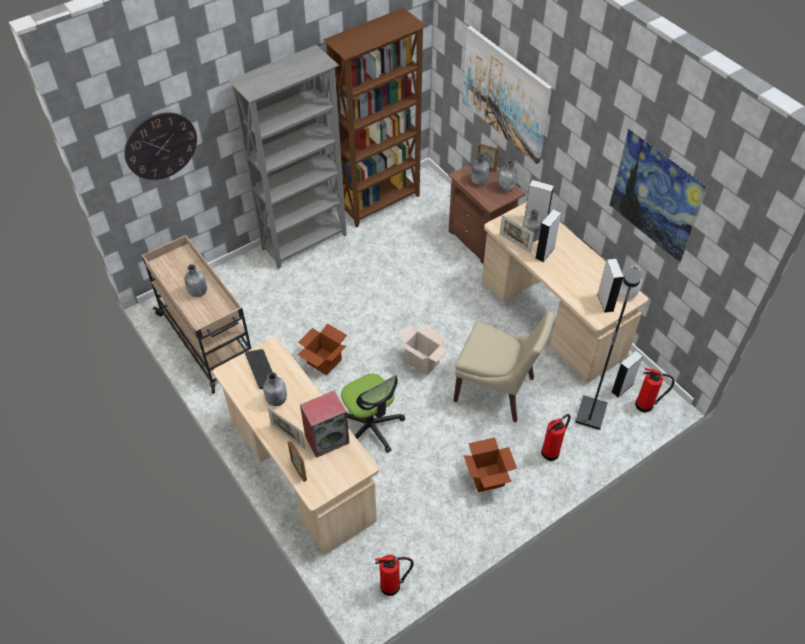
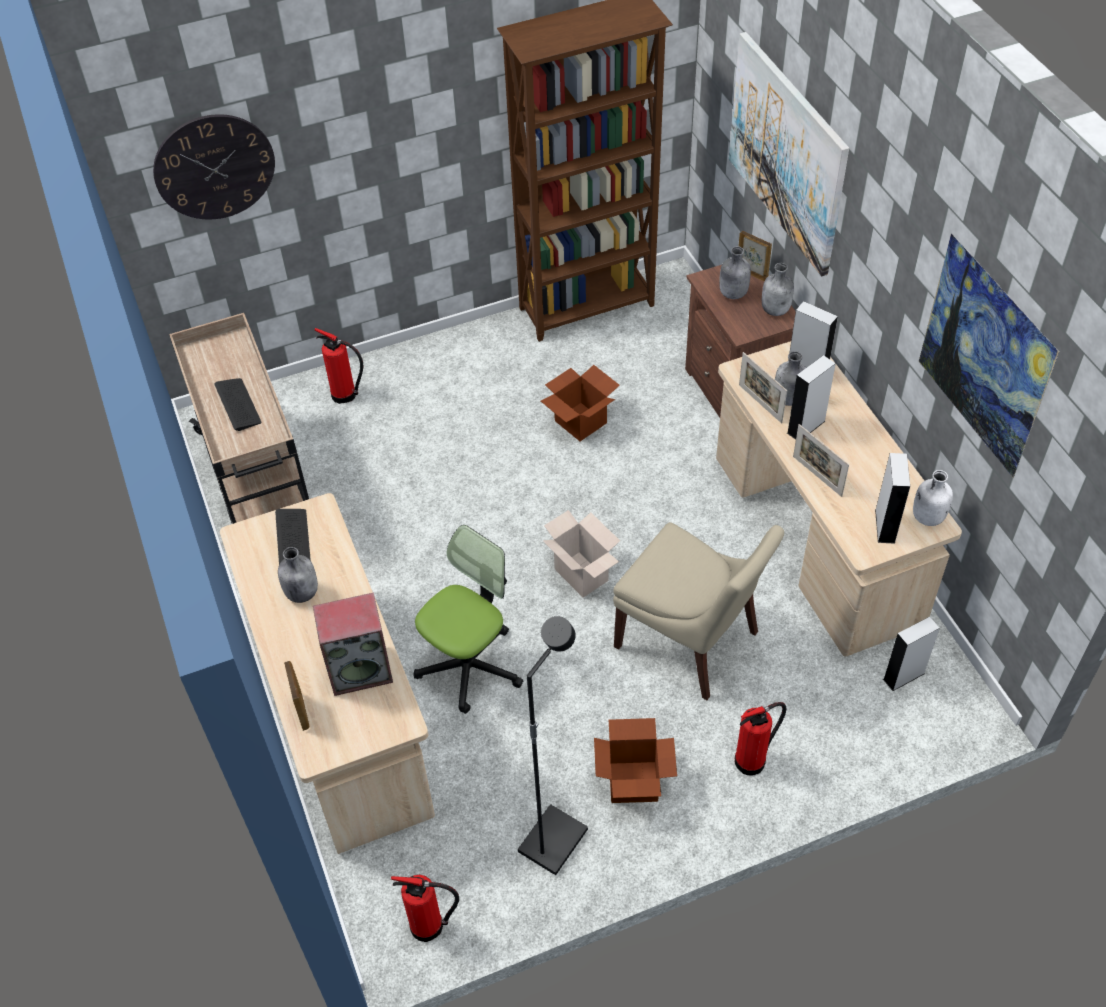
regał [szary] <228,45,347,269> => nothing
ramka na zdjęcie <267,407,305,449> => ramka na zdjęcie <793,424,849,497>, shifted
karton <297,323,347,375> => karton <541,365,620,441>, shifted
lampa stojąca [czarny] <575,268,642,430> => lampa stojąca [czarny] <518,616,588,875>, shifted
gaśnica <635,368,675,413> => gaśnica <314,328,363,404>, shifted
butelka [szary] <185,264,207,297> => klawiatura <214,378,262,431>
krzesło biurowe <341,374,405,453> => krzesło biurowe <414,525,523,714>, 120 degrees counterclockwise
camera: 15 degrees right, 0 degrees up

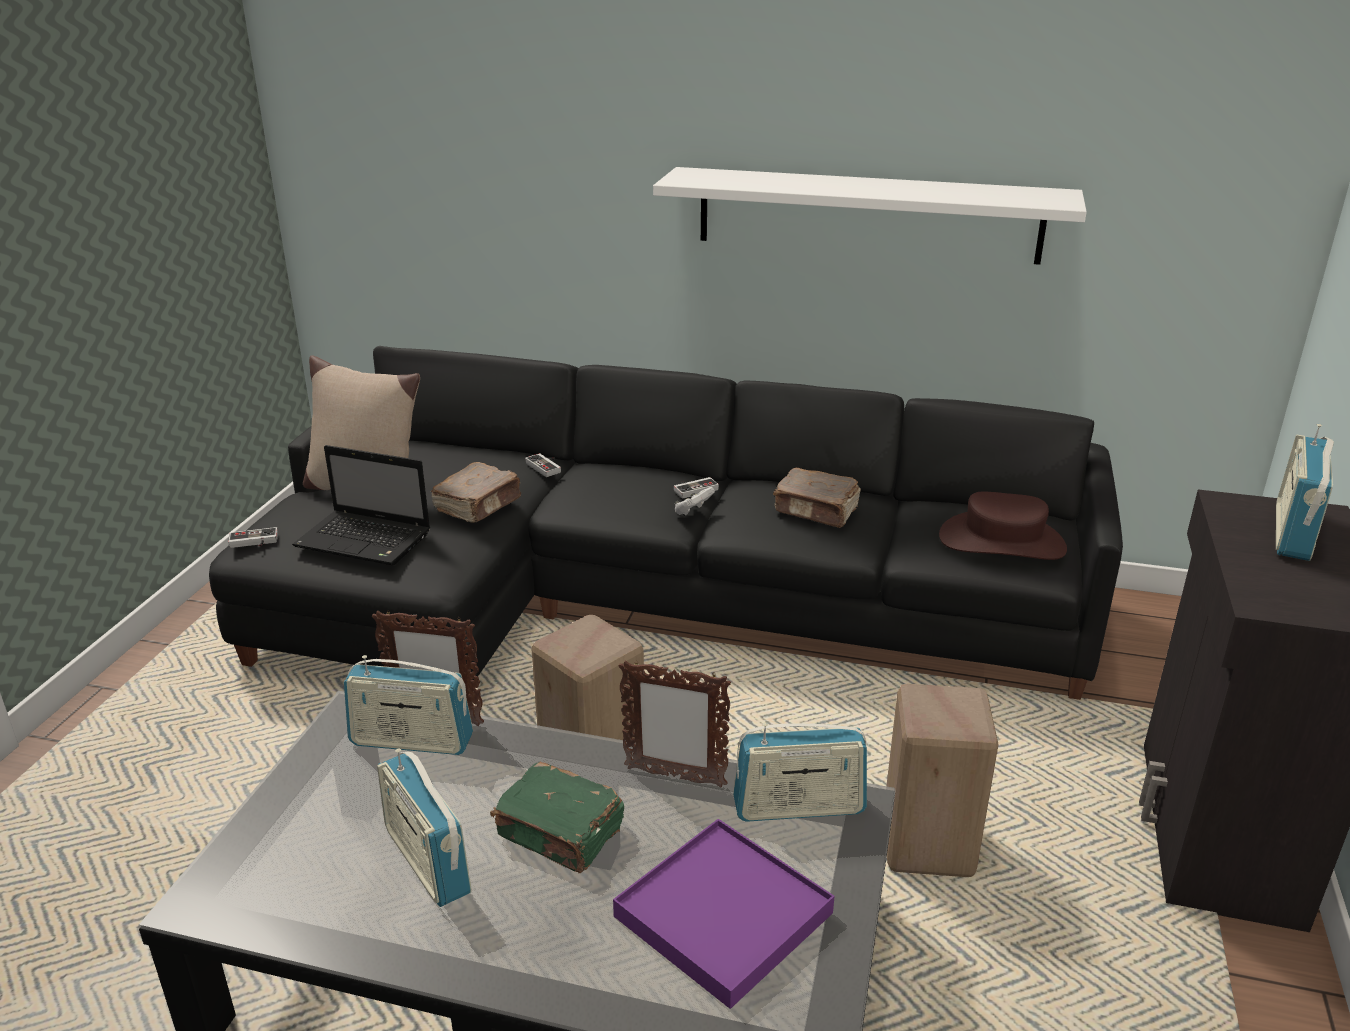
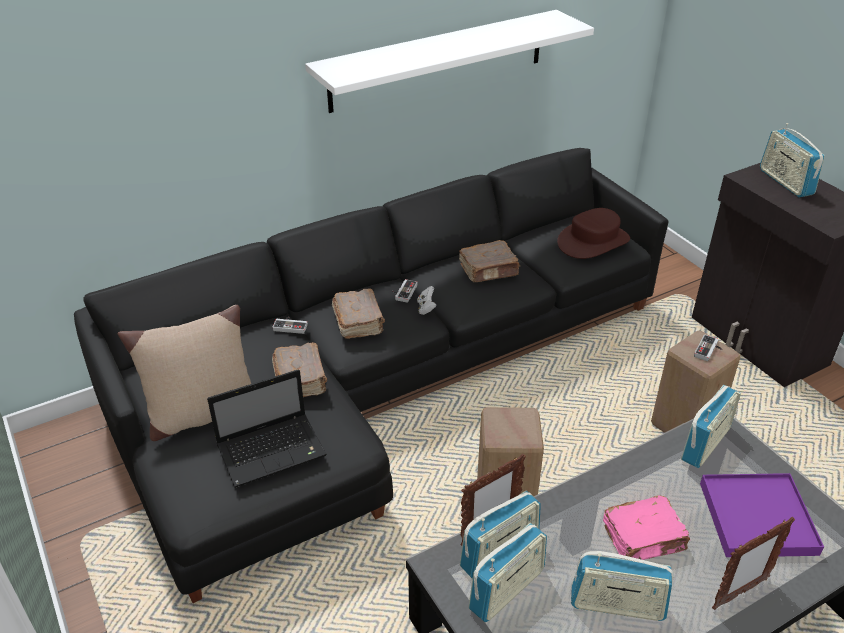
nothing => książka [brązowy] <332,288,385,339>
nothing => radio <468,523,547,622>
pad do gier <228,527,278,548> => pad do gier <694,334,722,361>, shifted
ramka na zdjęcie <618,660,731,788> => ramka na zdjęcie <712,517,795,610>, shifted
książka [zielony] <490,762,624,873> => książka [różowy] <603,495,690,560>
camera: 45 degrees left, 10 degrees up

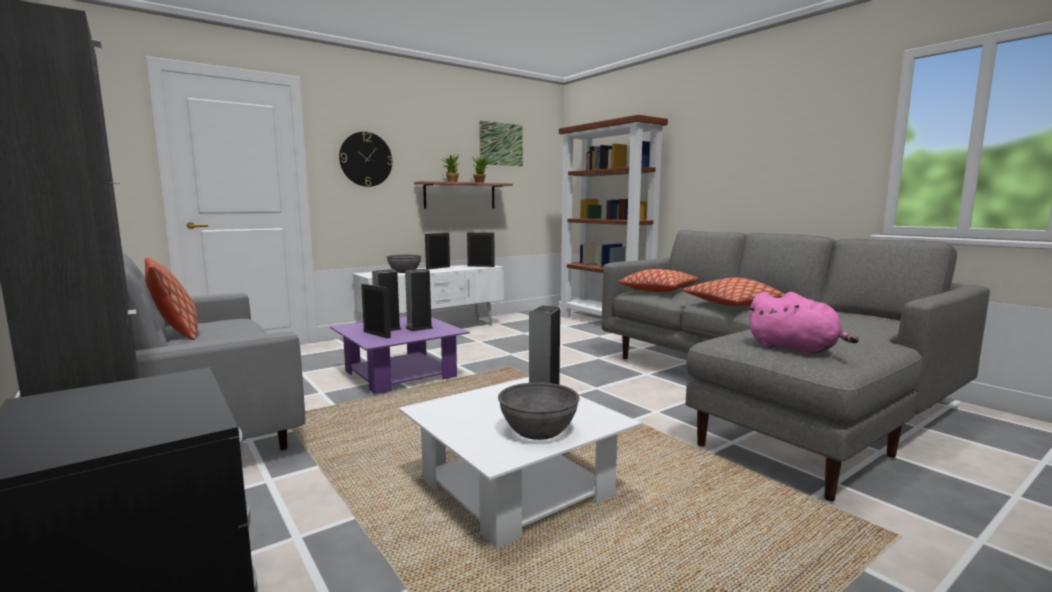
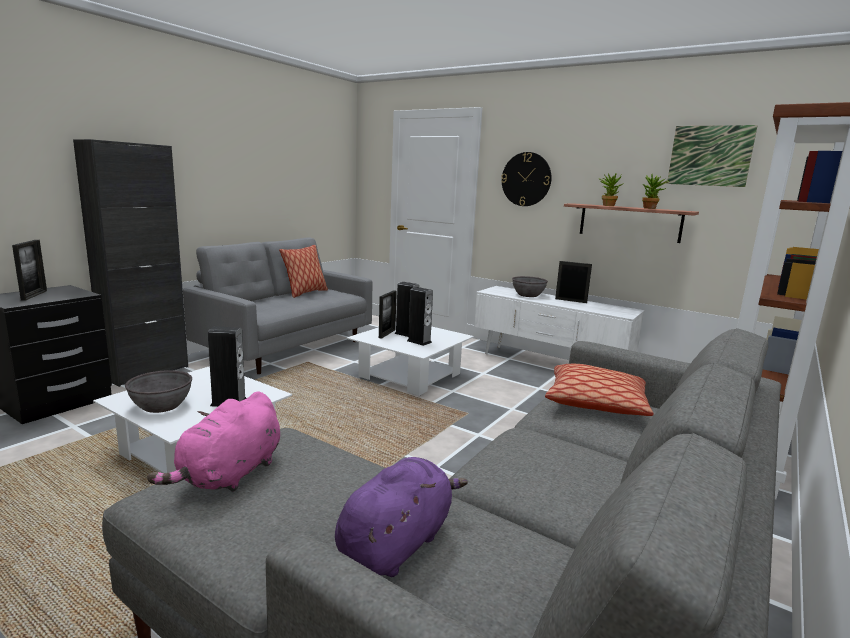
poduszka <683,277,784,306> => nothing
nothing => pluszak [fioletowy] <335,457,468,577>
ramka na zdjęcie <467,232,495,267> => ramka na zdjęcie <12,240,47,300>, shifted
ława [fioletowy] <330,316,470,394> => ława [biały] <347,326,474,396>
camera: 70 degrees right, 5 degrees up

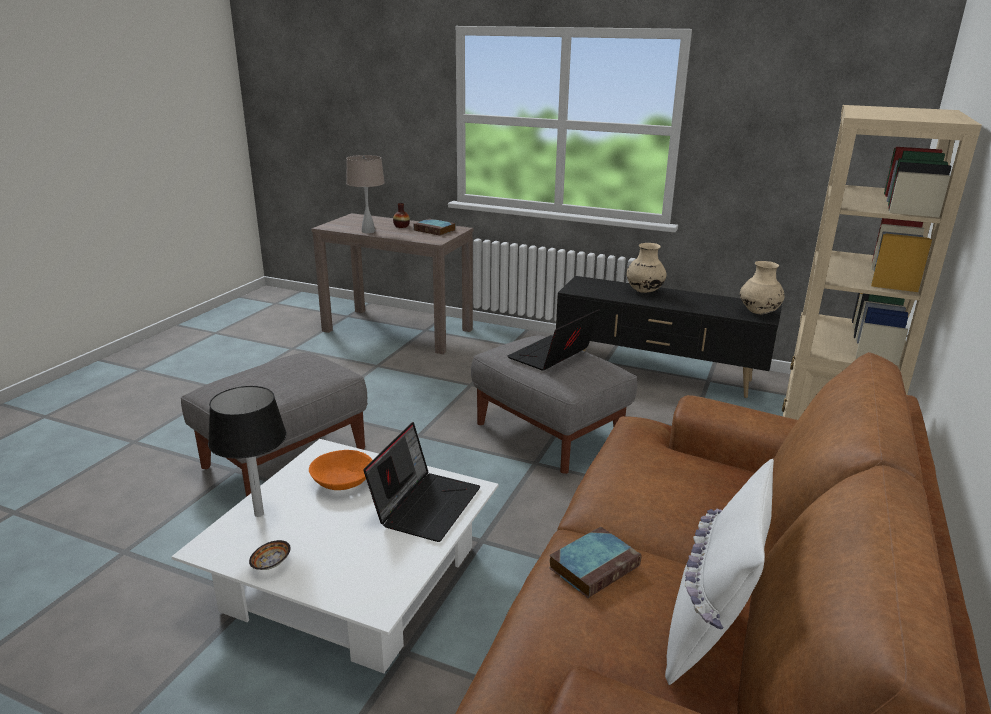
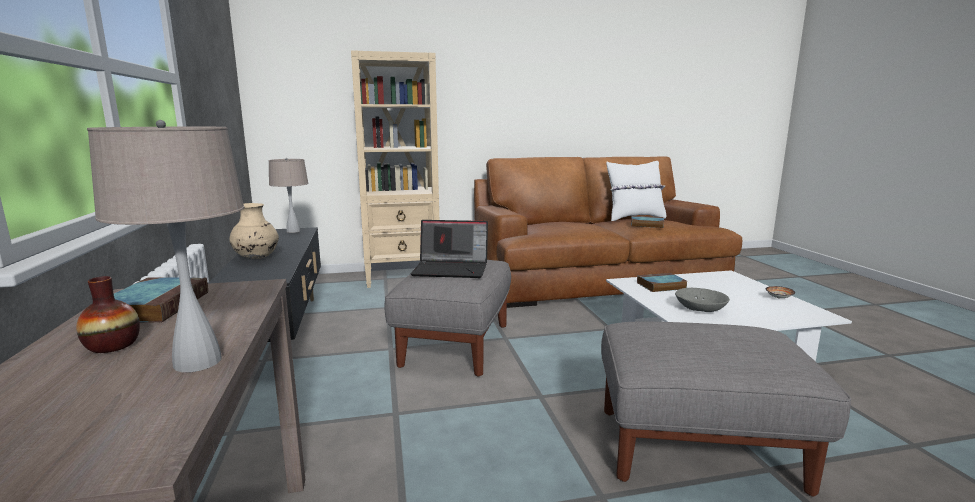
lampa stołowa [czarny] <208,386,287,517> => nothing
laptop <363,422,481,542> => książka <637,273,687,292>
wazon [beżowy] <740,261,785,314> => lampa stołowa [beżowy] <268,158,309,233>
miska [pomarańczowy] <309,450,372,490> => miska [szary] <675,288,730,312>
camera: 125 degrees left, 10 degrees down

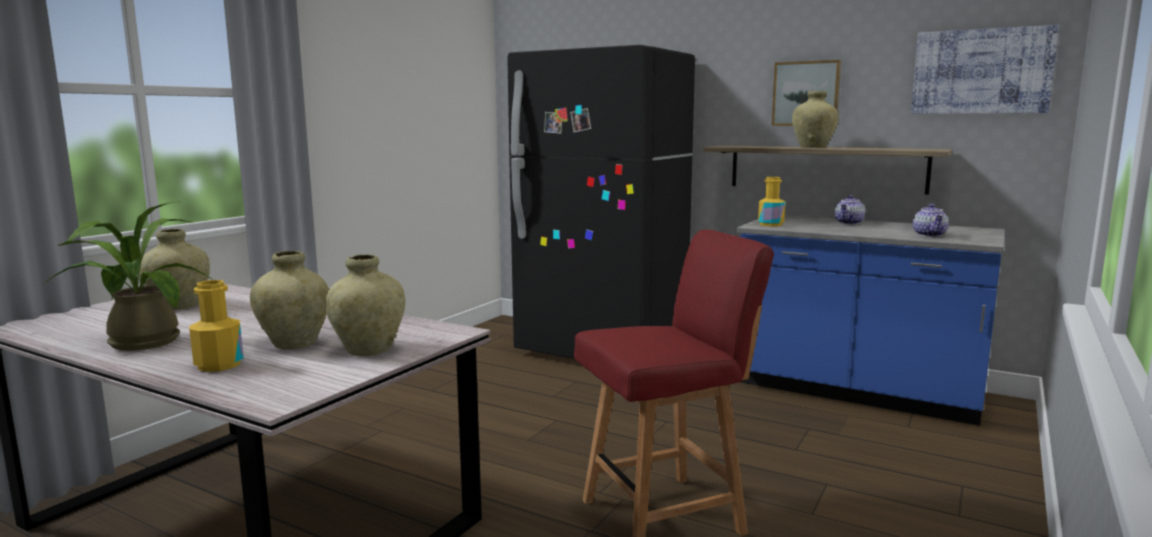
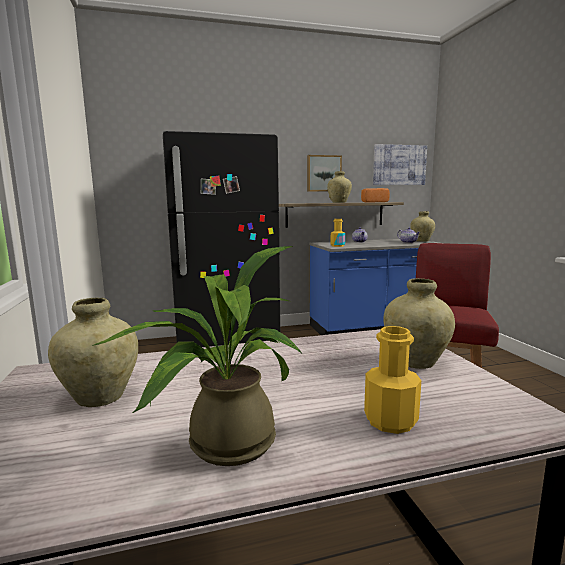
nothing => chleb <361,188,390,202>
wazon [beżowy] <250,250,329,349> => wazon [beżowy] <410,211,435,241>, shifted
camera: 45 degrees left, 0 degrees up

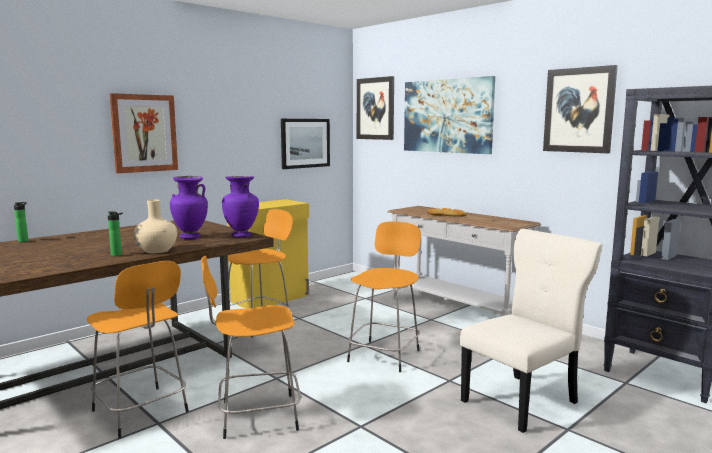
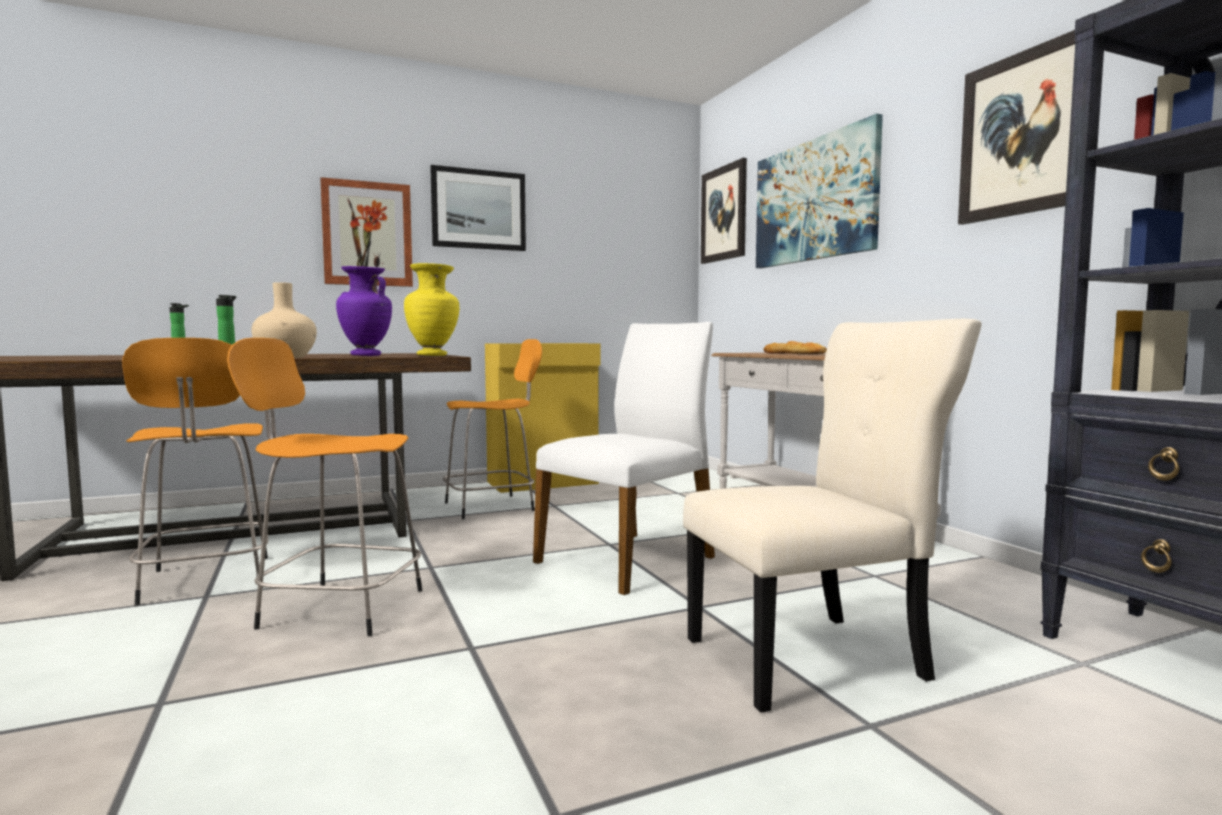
obraz <281,119,330,169> => obraz <430,165,526,251>, shifted
stołek [pomarańczowy] <347,221,421,372> => krzesło [biały] <533,322,715,595>
wazon [fioletowy] <222,176,259,237> => wazon [żółty] <404,263,459,356>
camera: 20 degrees right, 5 degrees down

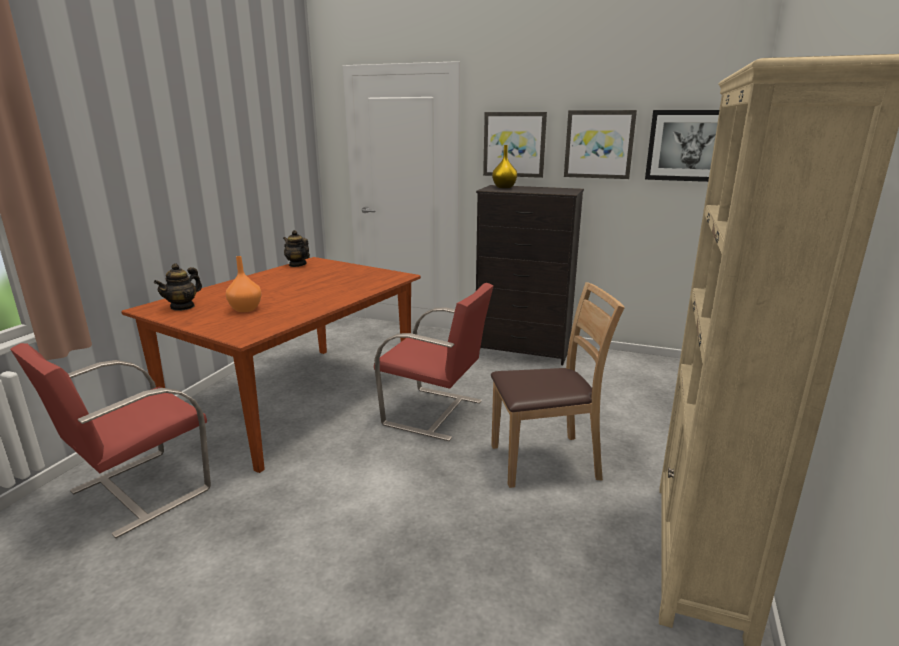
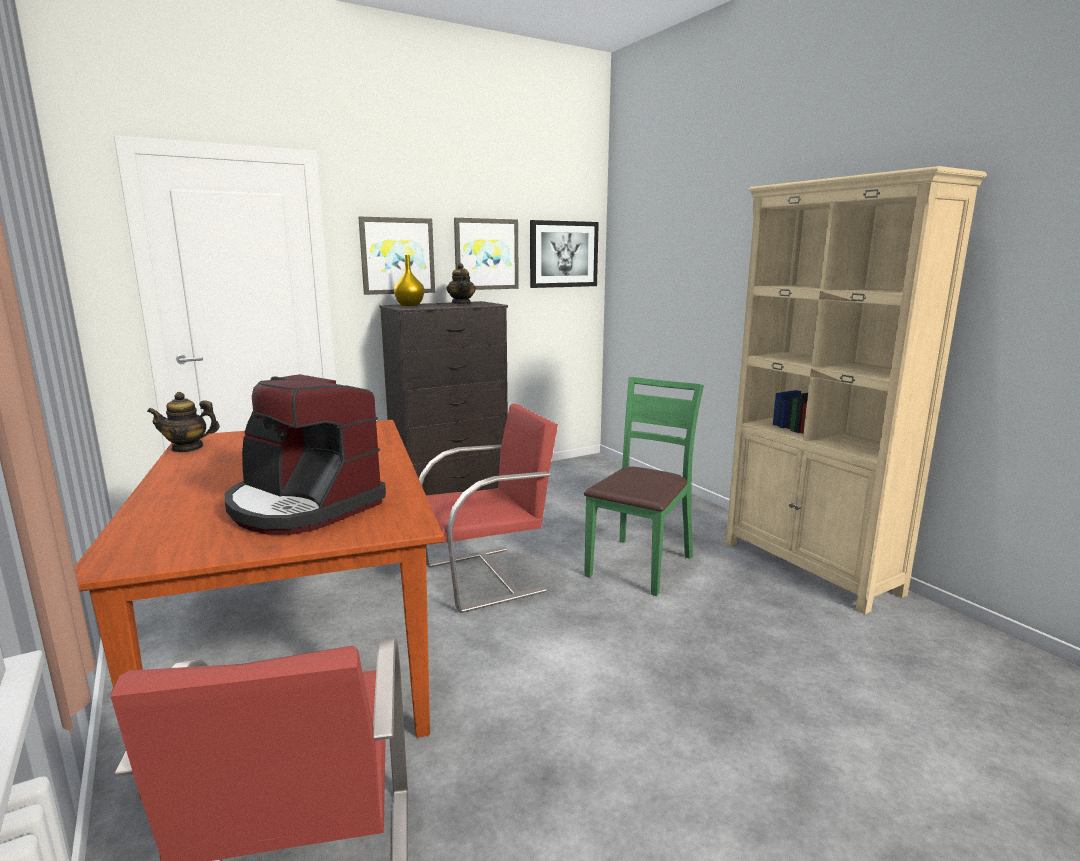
imbryk <154,263,202,311> => imbryk <446,263,476,304>, shifted
wazon [pomarańczowy] <226,256,262,312> => ekspres do kawy <225,374,386,535>
krzesło [brązowy] <491,282,625,488> => krzesło [zielony] <584,377,704,596>
camera: 50 degrees left, 5 degrees down

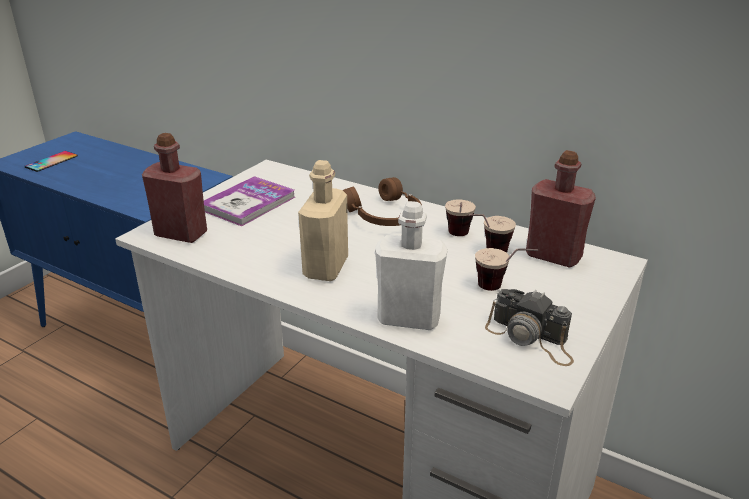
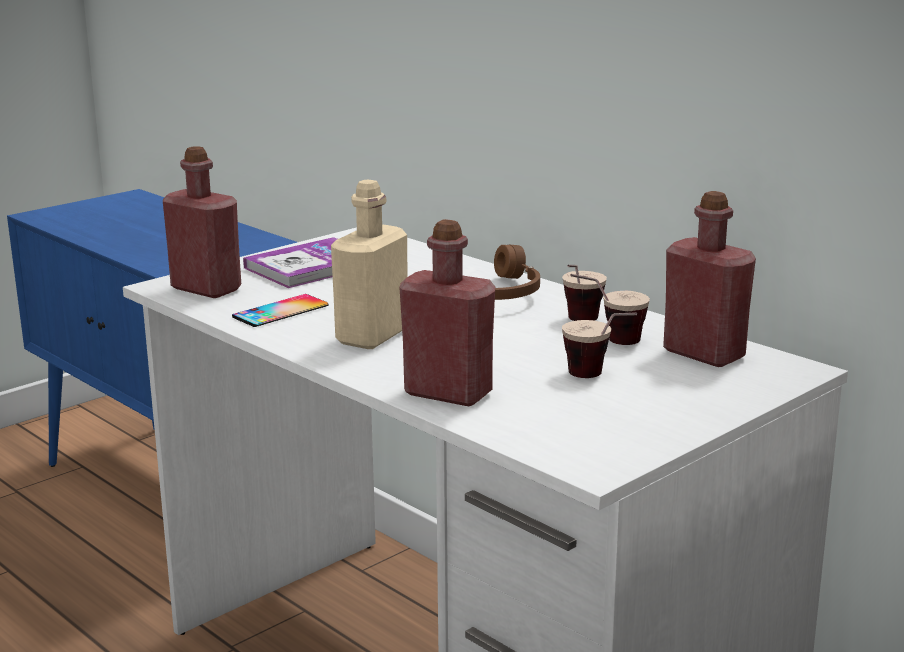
aparat fotograficzny <485,289,574,366> => nothing
telefon <25,151,78,172> => telefon <232,294,328,327>, shifted
butelka [biały] <375,201,448,330> => butelka [czerwony] <399,219,495,406>
camera: 15 degrees right, 10 degrees down

